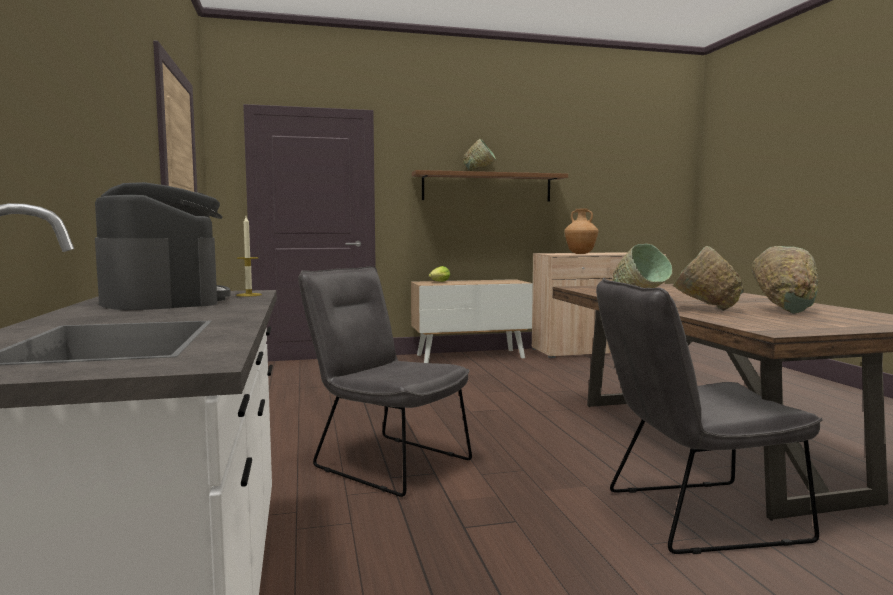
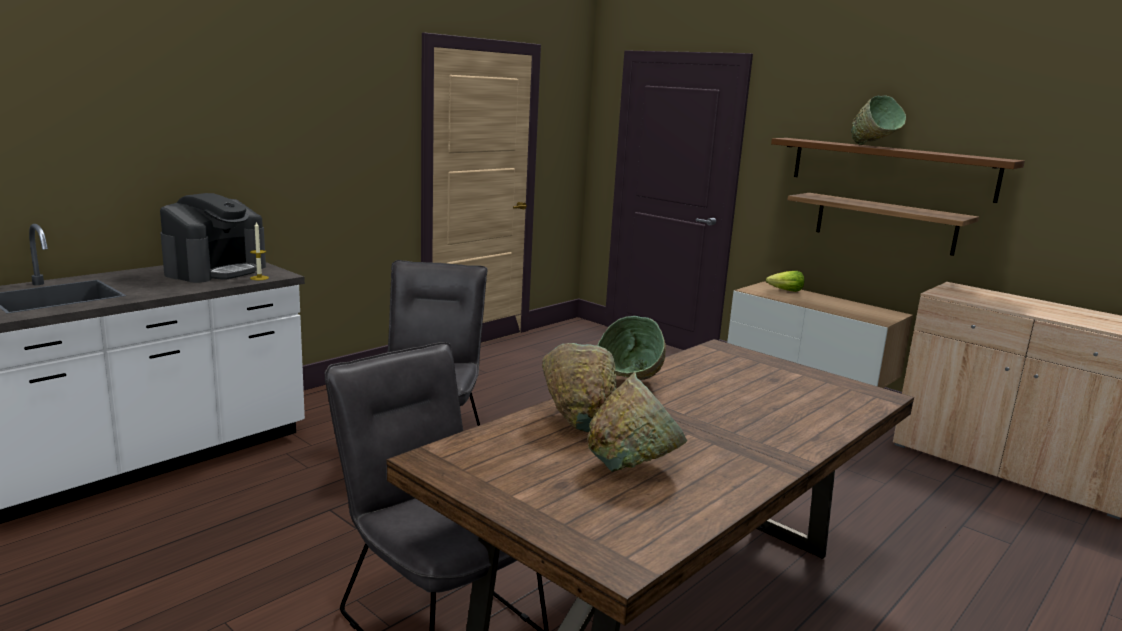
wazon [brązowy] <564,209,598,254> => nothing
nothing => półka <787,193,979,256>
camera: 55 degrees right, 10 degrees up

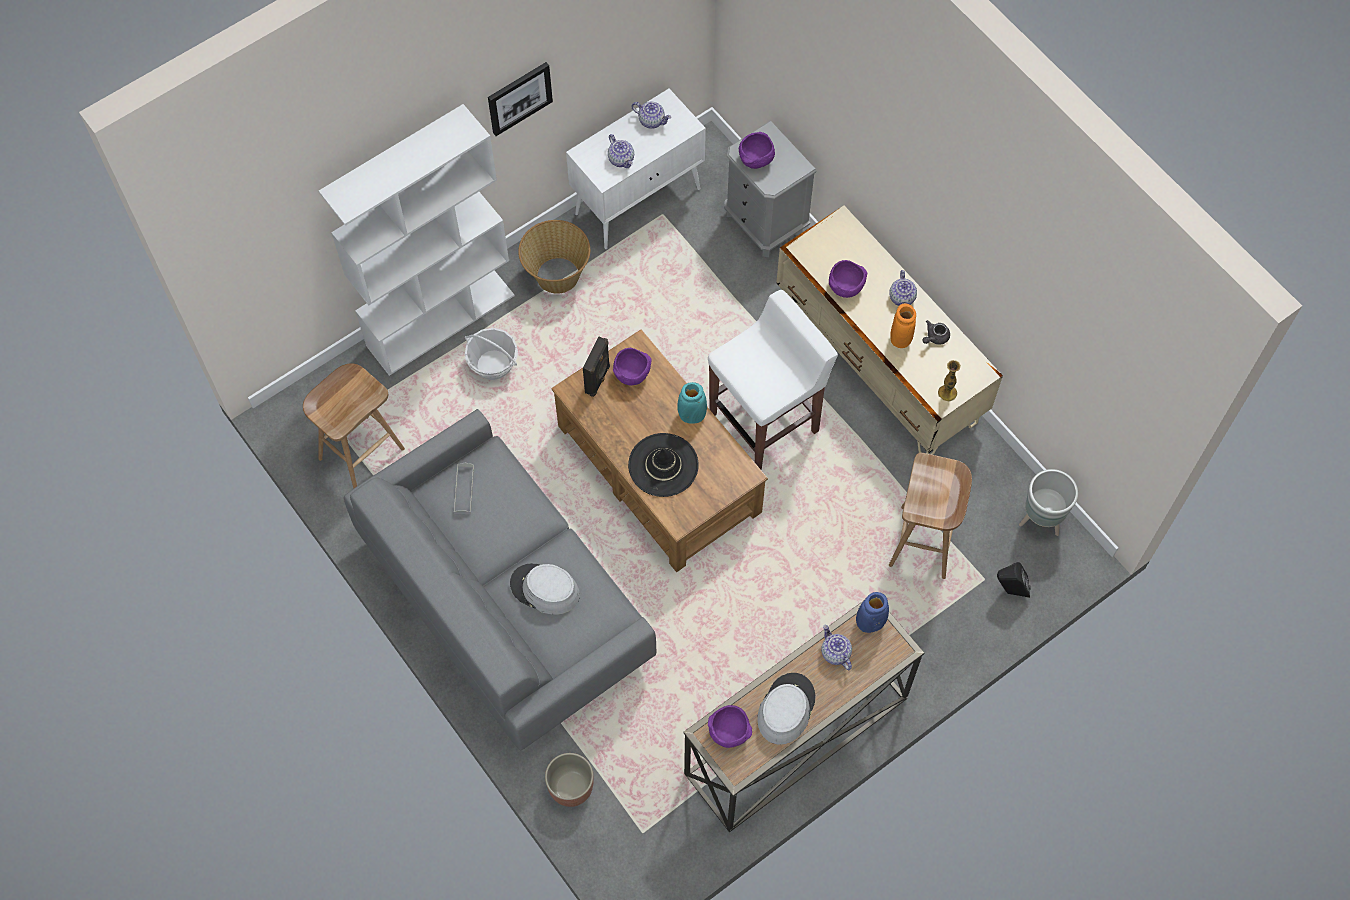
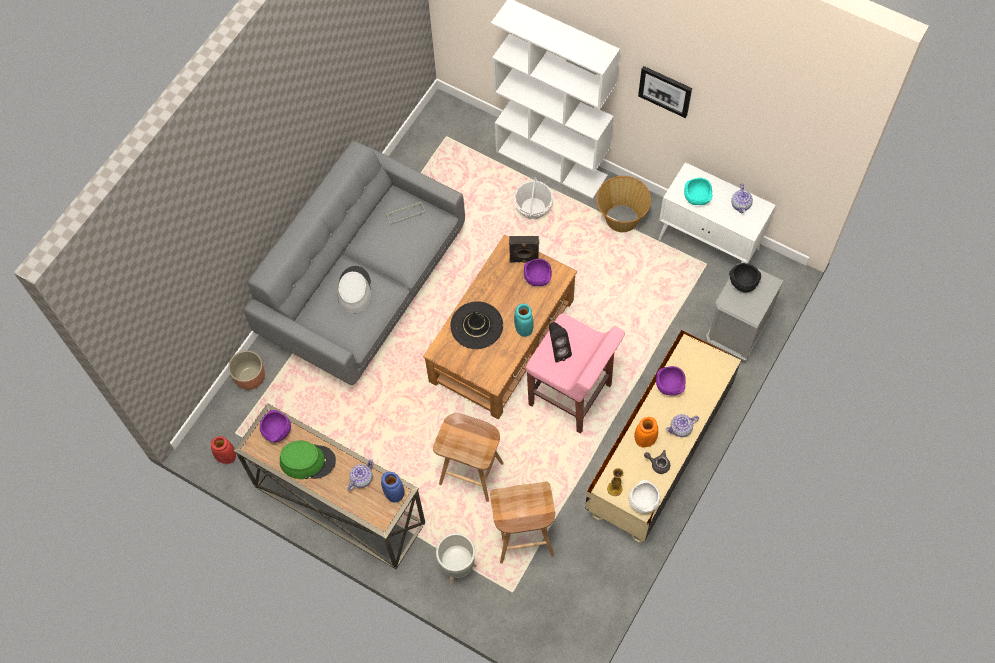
nothing => wazon [czerwony] <211,436,236,464>
nothing => miska [biały] <629,480,660,513>
stołek [brązowy] <303,363,405,489> => stołek [brązowy] <433,413,504,502>, shifted
głośnik [czarny] <997,562,1031,598> => głośnik [czarny] <549,322,572,363>, shifted
donica [szary] <1019,469,1078,536> => donica [szary] <436,533,477,585>, shifted
imbryk <608,134,634,168> => miska [turkusowy] <684,178,713,205>
stołek [biały] <708,290,838,469> => stołek [różowy] <526,313,625,434>
miska [fioletowy] <739,132,775,169> => miska [czarny] <729,263,761,292>
kapelusz [szary] <757,673,816,745> => kapelusz [zielony] <280,440,336,479>
camera: 70 degrees right, 0 degrees up

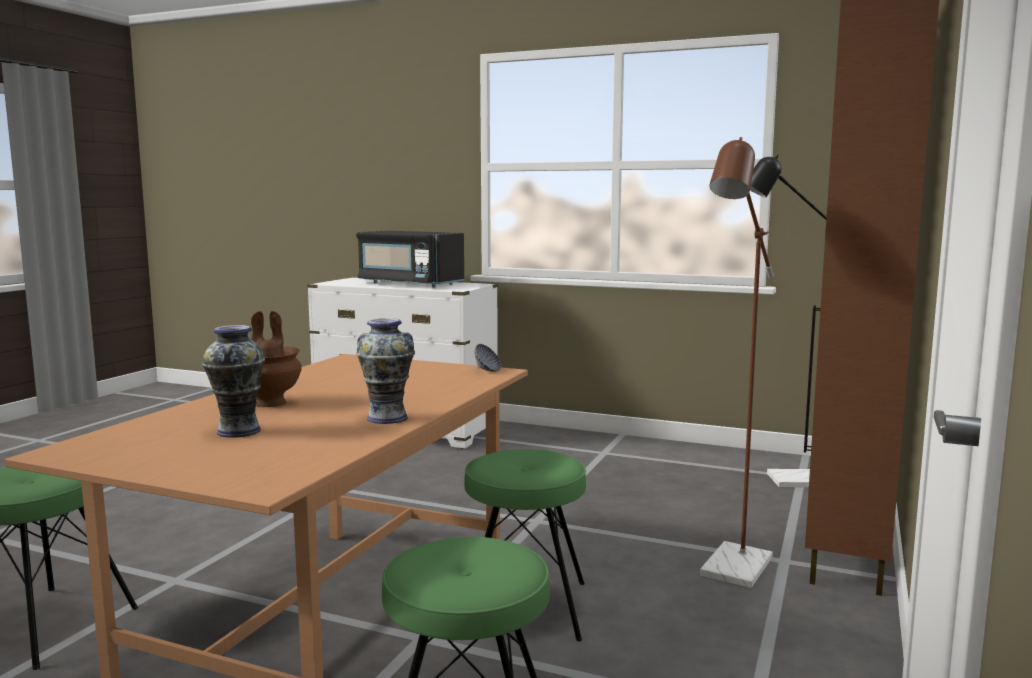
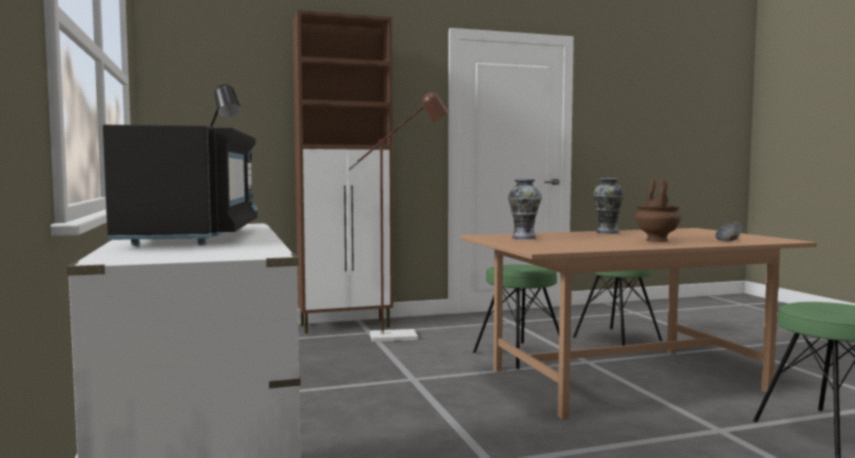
wazon <202,325,265,438> => wazon <508,179,542,239>, shifted
miska <474,344,501,372> => miska <716,222,742,242>, shifted
camera: 130 degrees left, 5 degrees down

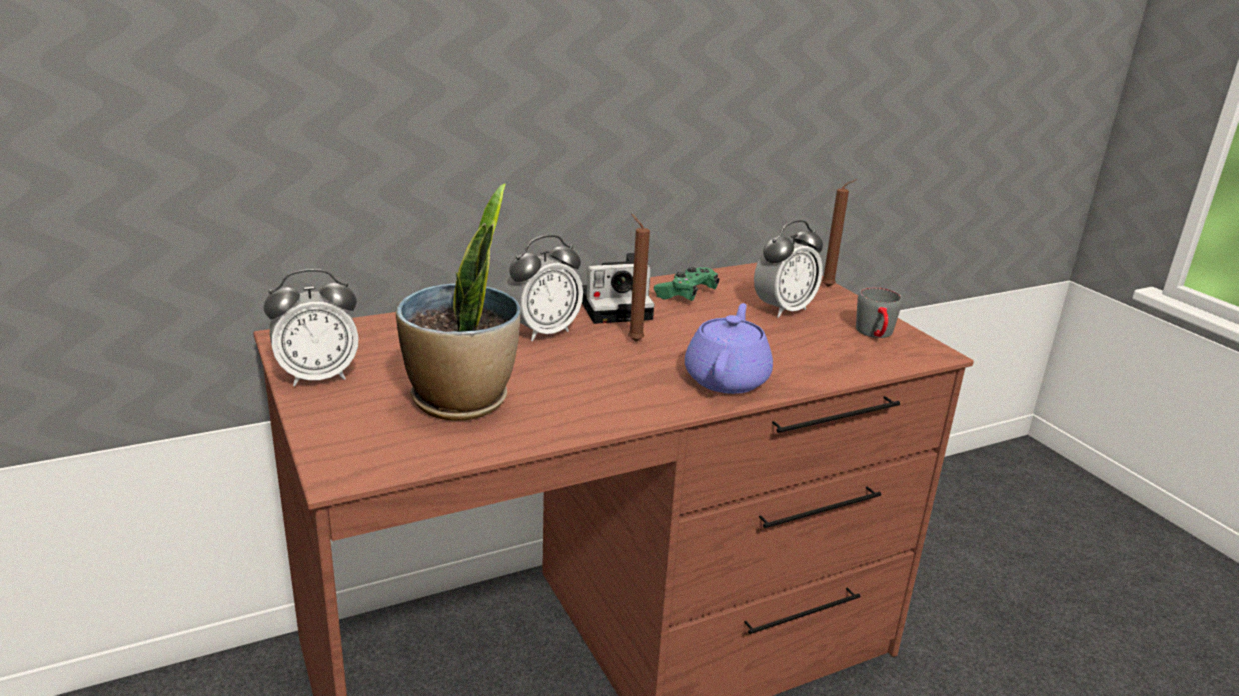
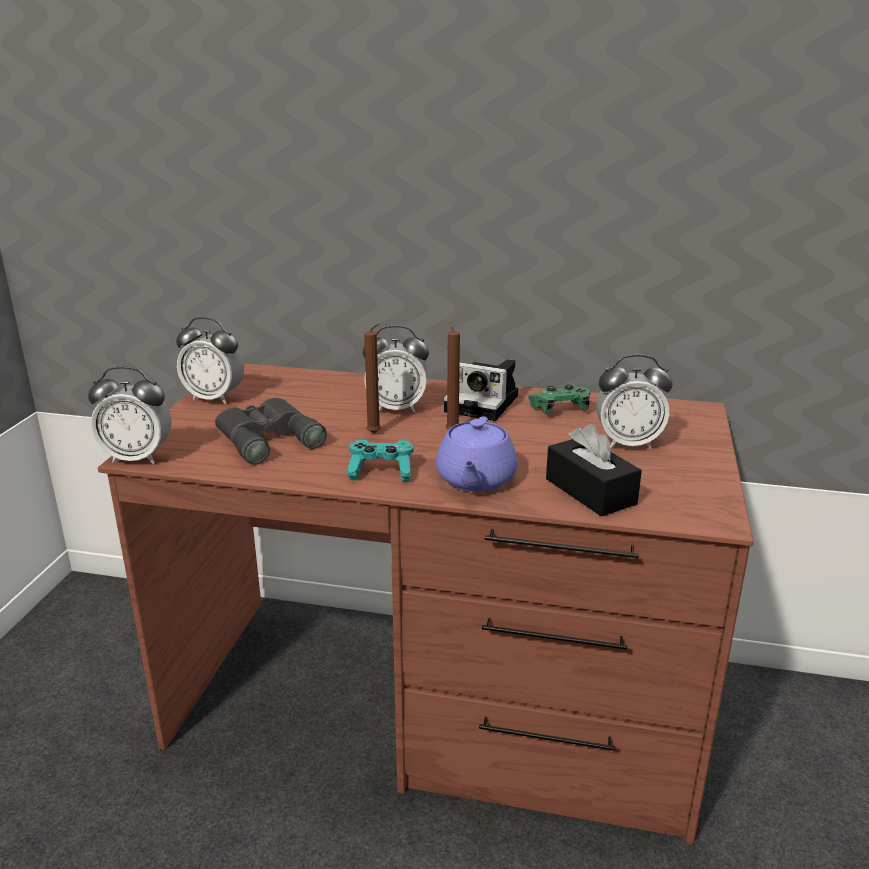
kubek [szary] <856,287,902,338> => nothing
nothing => budzik <88,366,172,464>
nothing => pad do gier [turkusowy] <347,439,414,481>
nothing => pudełko chusteczek [czarny] <546,423,642,517>
świeca [brązowy] <822,179,857,287> => świeca [brązowy] <364,324,381,433>, shifted
roślina doniczkowa <396,183,521,421> => lornetka [szary] <215,398,327,465>
imbryk [fioletowy] <685,303,773,394> => imbryk [fioletowy] <436,416,518,492>, 135 degrees clockwise
camera: 40 degrees right, 0 degrees up

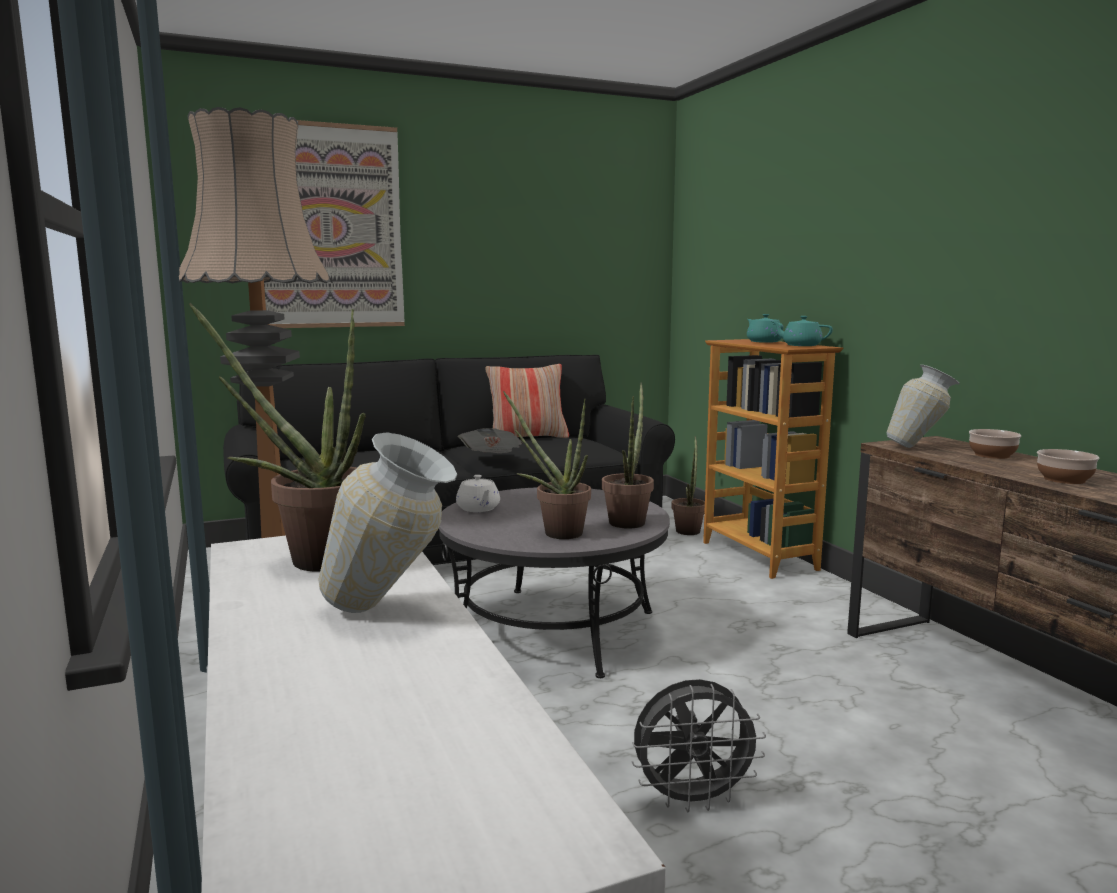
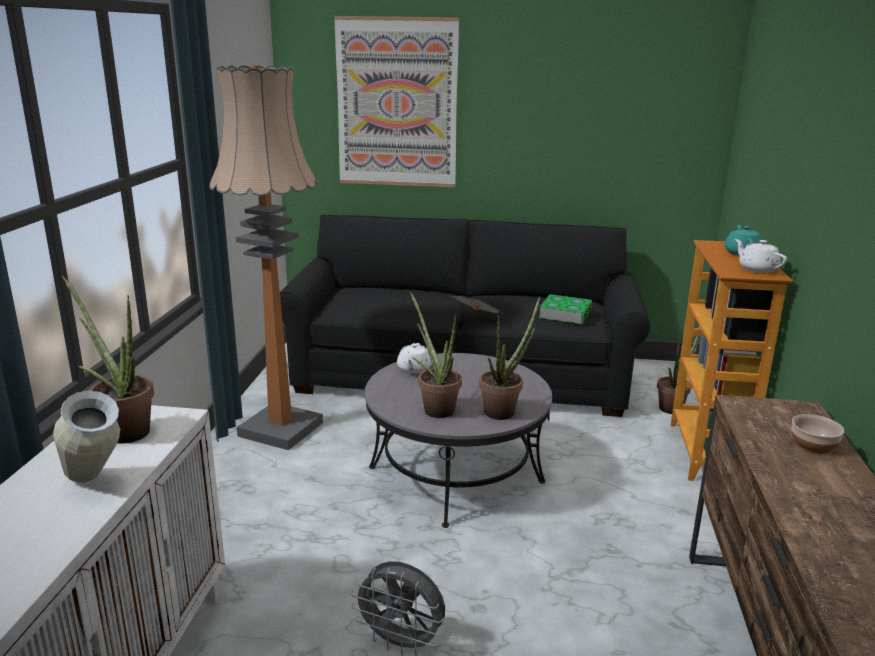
poduszka <485,364,569,438> => nothing
wazon <887,365,959,448> => nothing
miska <1037,449,1100,484> => nothing
nothing => książka <539,294,592,324>
imbryk [turkusowy] <771,316,833,346> => imbryk [biały] <735,239,787,273>
camera: 30 degrees right, 10 degrees up

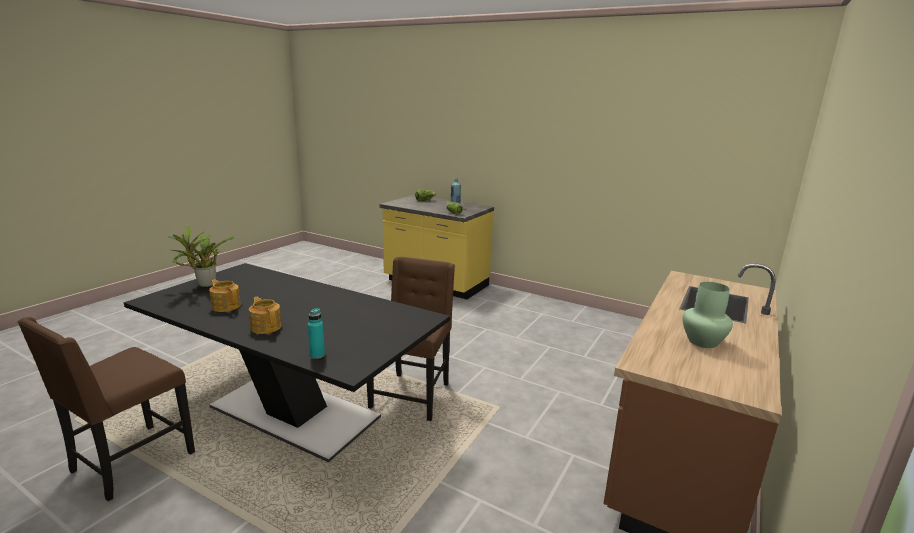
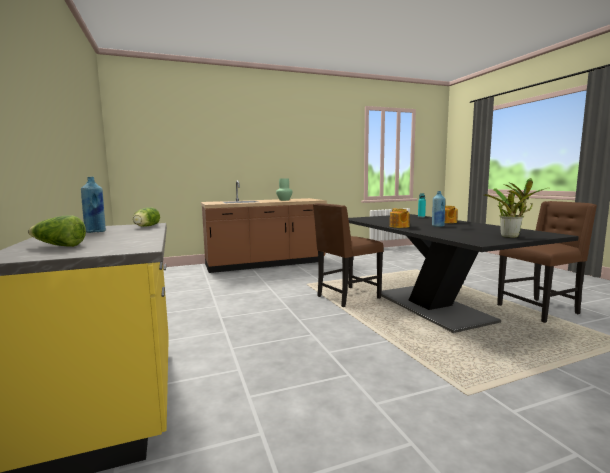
nothing => butelka [niebieski] <432,191,445,227>
imbryk <209,279,241,312> => imbryk <390,208,410,228>, shifted
camera: 140 degrees left, 10 degrees down

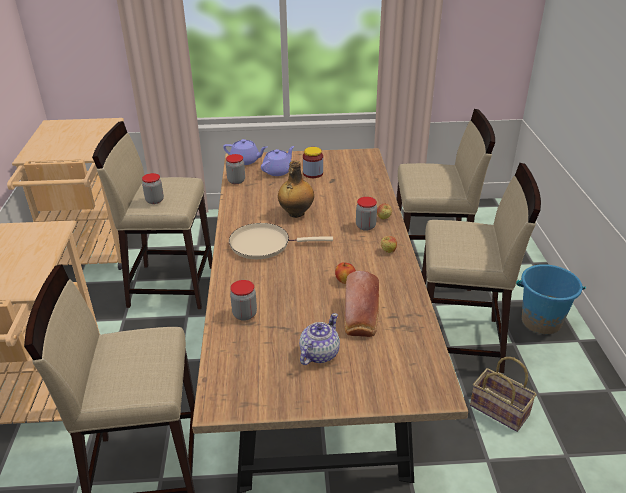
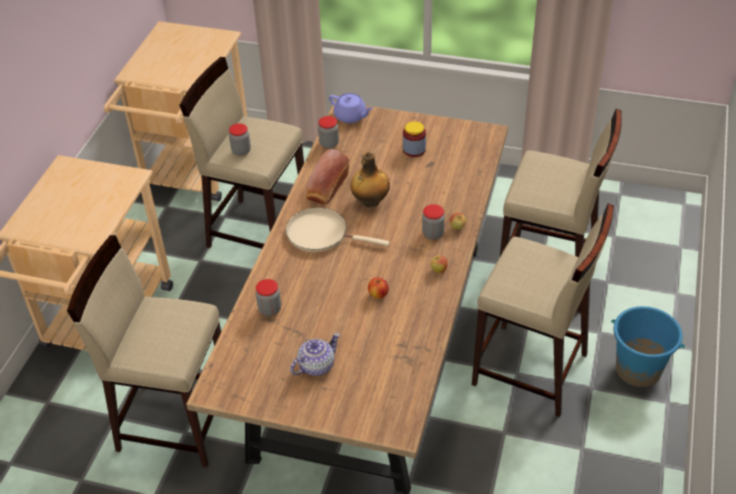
imbryk [fioletowy] <261,146,294,176> => nothing
koszyk <470,357,537,432> => nothing
chleb <344,271,379,337> => chleb <306,149,349,204>, shifted
camera: 20 degrees right, 10 degrees up

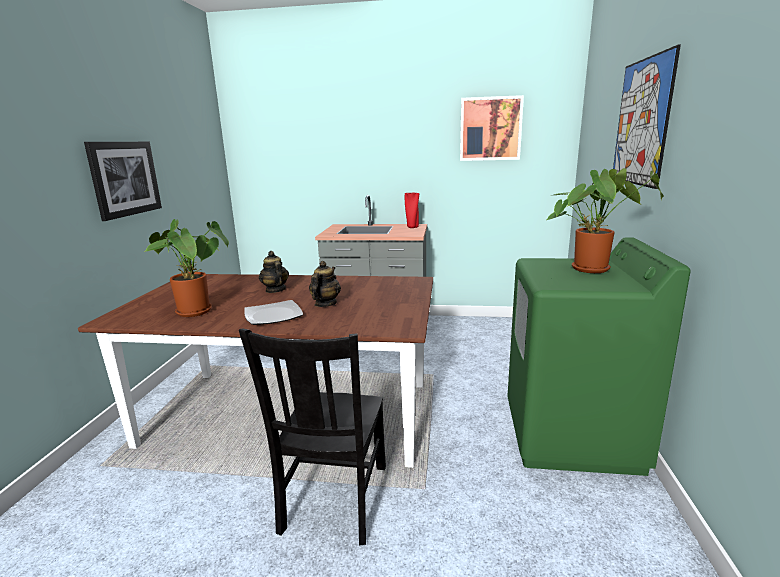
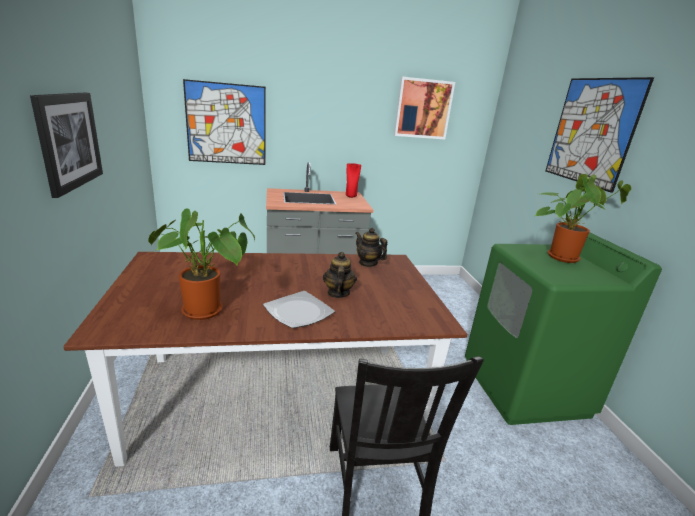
nothing => obraz <183,79,266,165>
imbryk <259,251,289,293> => imbryk <355,228,387,267>, shifted
camera: 20 degrees left, 5 degrees up

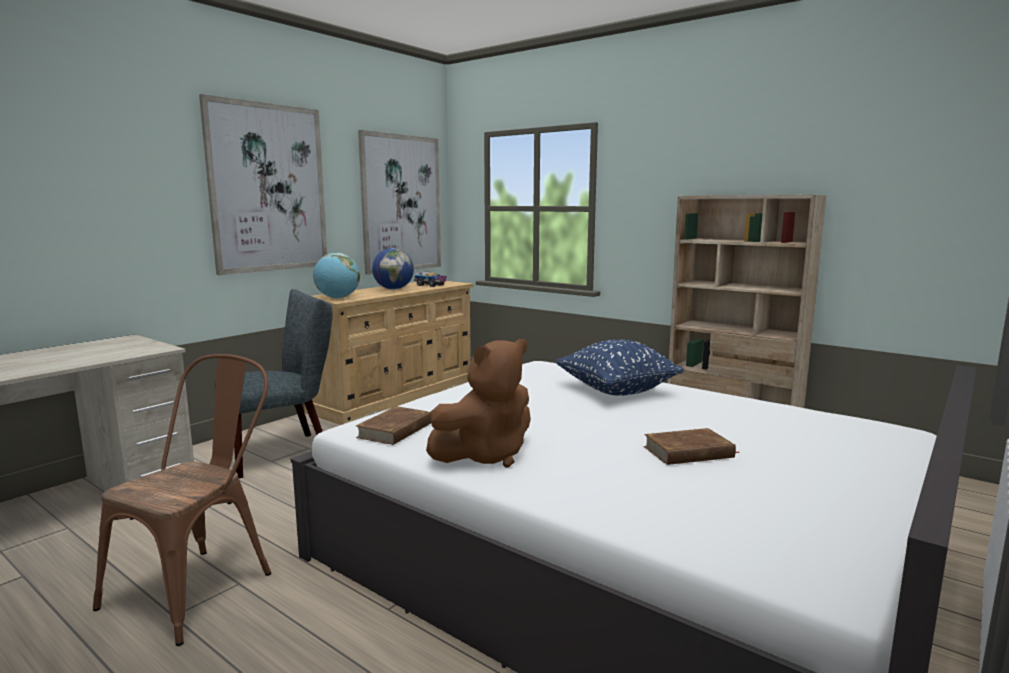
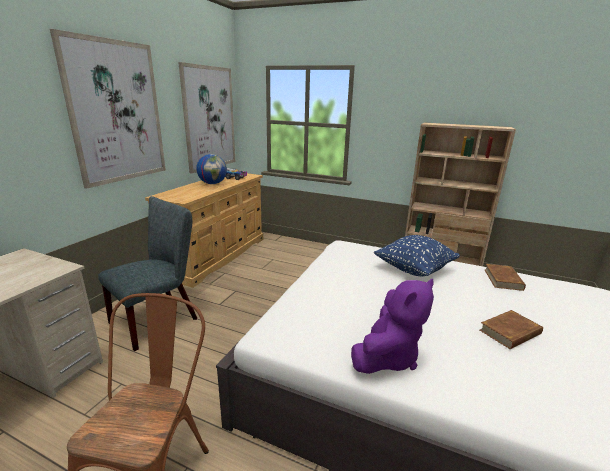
globus <313,253,360,299> => nothing
książka [brązowy] <356,406,431,445> => książka [brązowy] <484,264,526,291>, shifted
pluszak [brązowy] <426,339,531,468> => pluszak [fioletowy] <351,279,434,374>
camera: 15 degrees left, 10 degrees up

